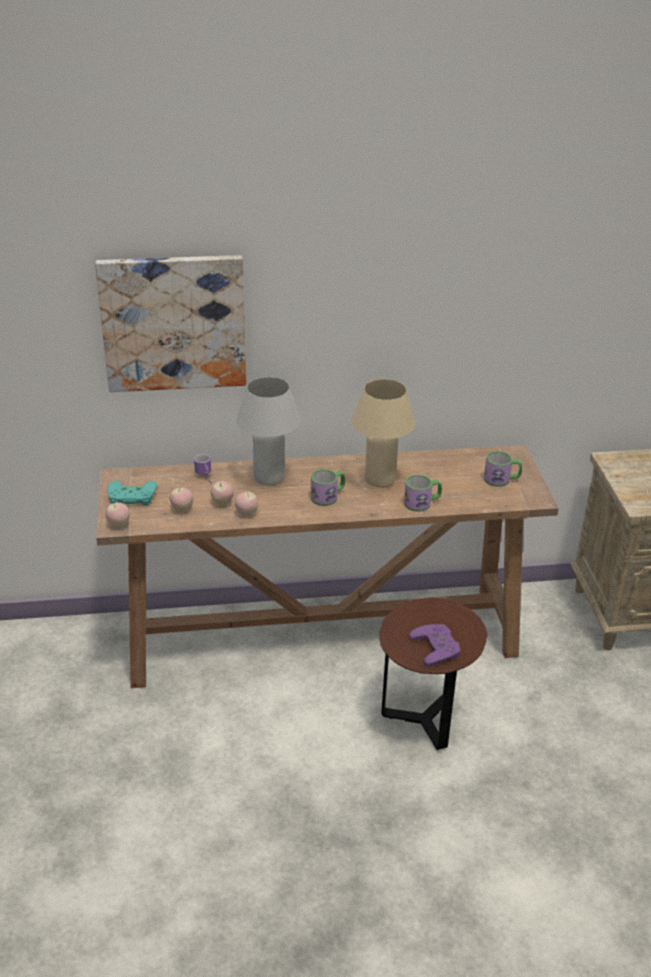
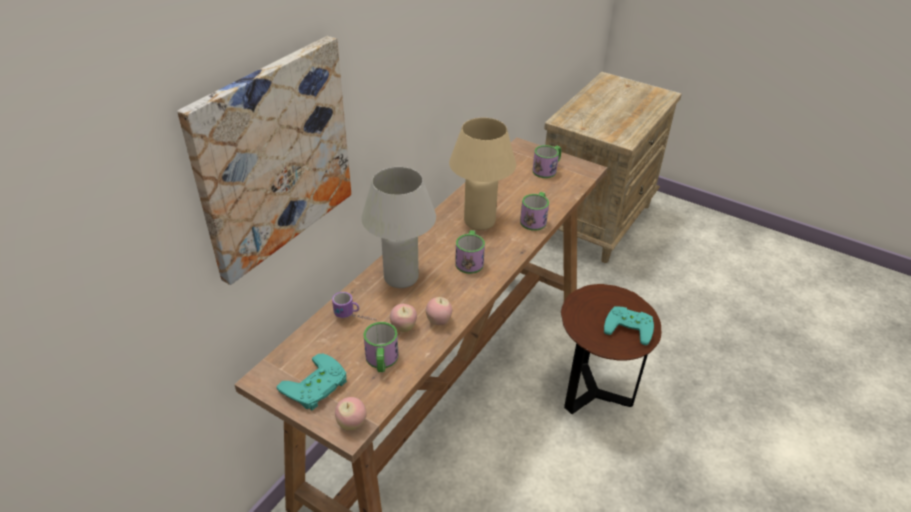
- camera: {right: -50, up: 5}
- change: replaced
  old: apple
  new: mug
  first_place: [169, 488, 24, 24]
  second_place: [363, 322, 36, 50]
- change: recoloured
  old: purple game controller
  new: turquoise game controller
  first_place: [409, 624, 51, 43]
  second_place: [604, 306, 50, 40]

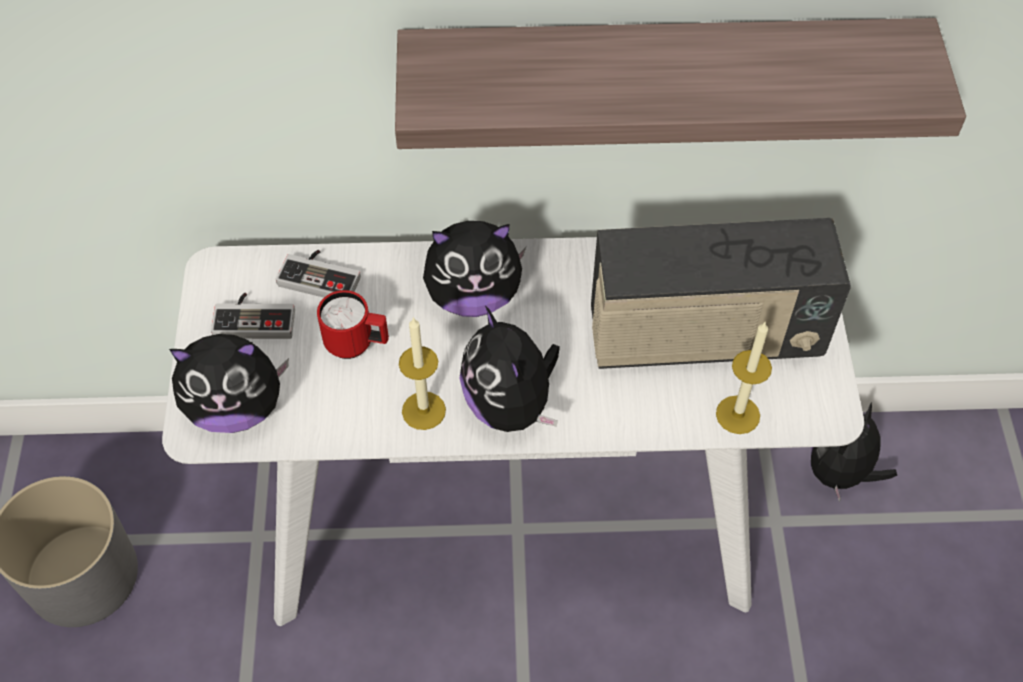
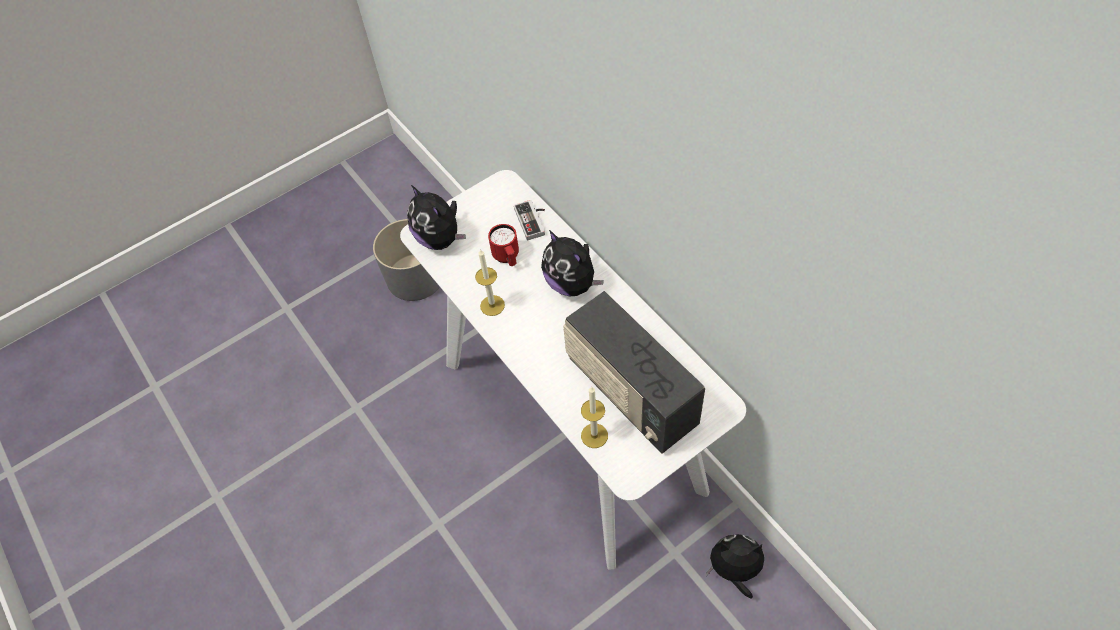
- camera: {right: 60, up: 0}
- change: removed
  old: game controller
  first_place: [211, 292, 84, 47]
- change: removed
  old: shelf
  first_place: [395, 18, 571, 131]
- change: removed
  old: plush toy
  first_place: [459, 306, 101, 126]

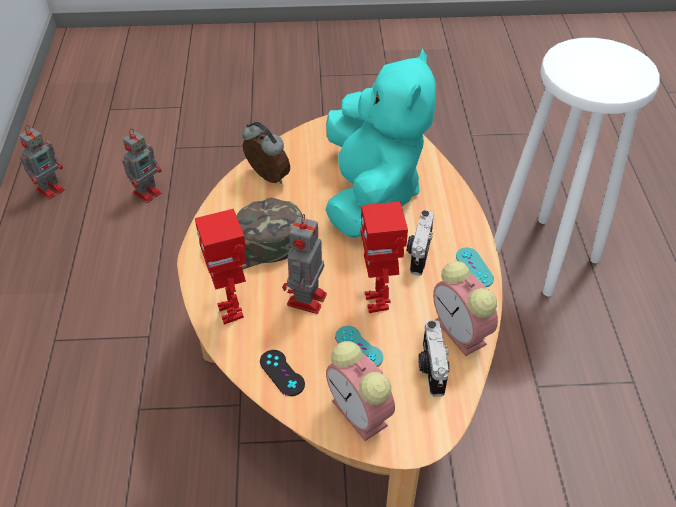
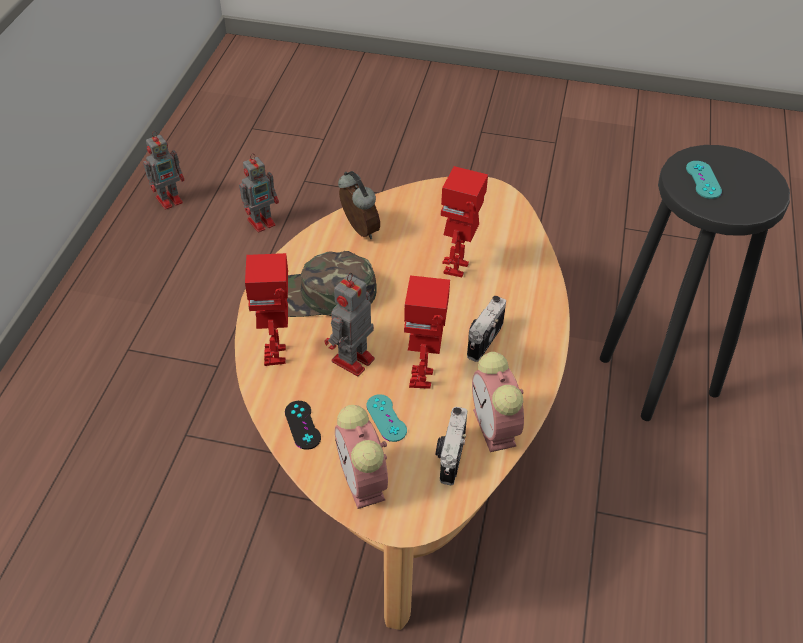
- camera: {right: 15, up: 0}
- change: moved
  old: turquoise game controller
  first_place: [456, 248, 38, 39]
  second_place: [686, 161, 36, 38]
- change: replaced
  old: turquoise plush toy
  new: toy robot
  first_place: [325, 49, 111, 189]
  second_place: [440, 166, 48, 111]
- change: recoloured
  old: white stool
  new: black stool
  first_place: [494, 38, 166, 259]
  second_place: [600, 145, 190, 276]

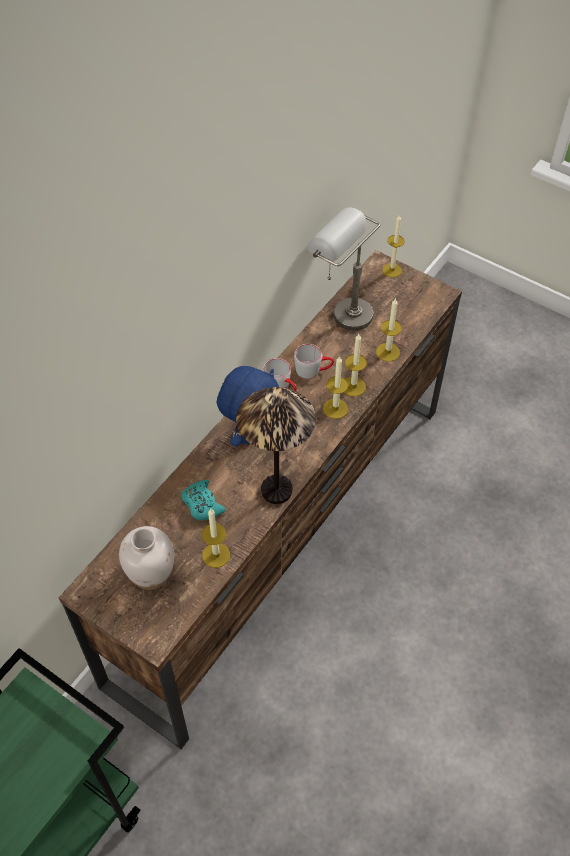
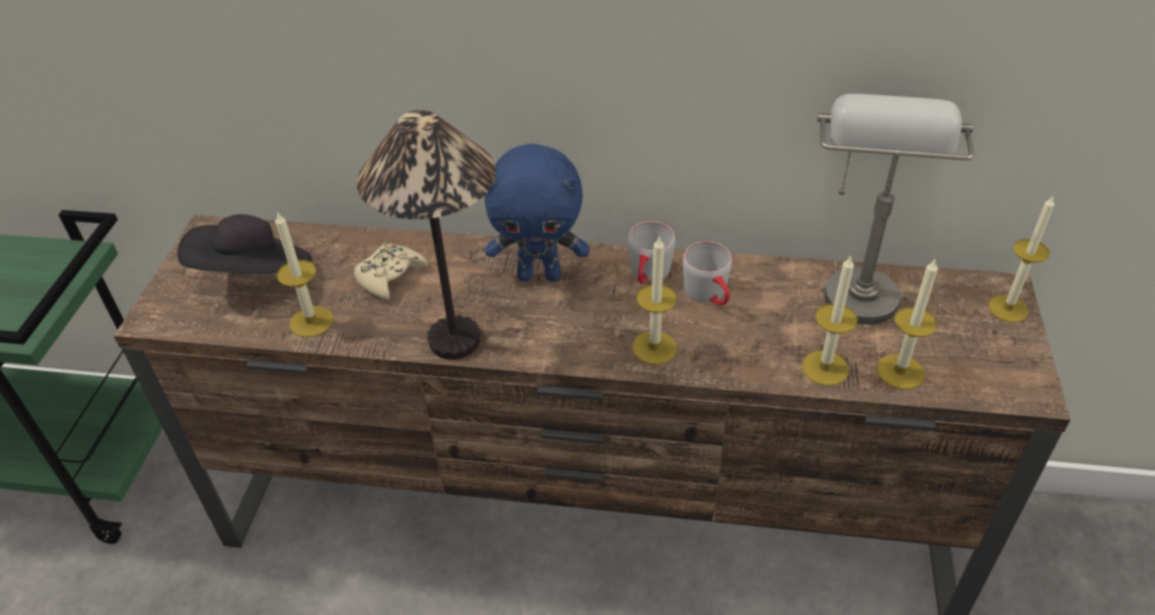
- camera: {right: 65, up: -10}
- change: moved
  old: candle
  first_place: [344, 334, 23, 63]
  second_place: [877, 259, 61, 130]
- change: replaced
  old: white vase
  new: black hat
  first_place: [119, 526, 55, 64]
  second_place: [177, 214, 135, 61]
- change: recoloured
  old: turquoise game controller
  new: beige game controller
  first_place: [181, 480, 45, 41]
  second_place: [354, 244, 74, 56]

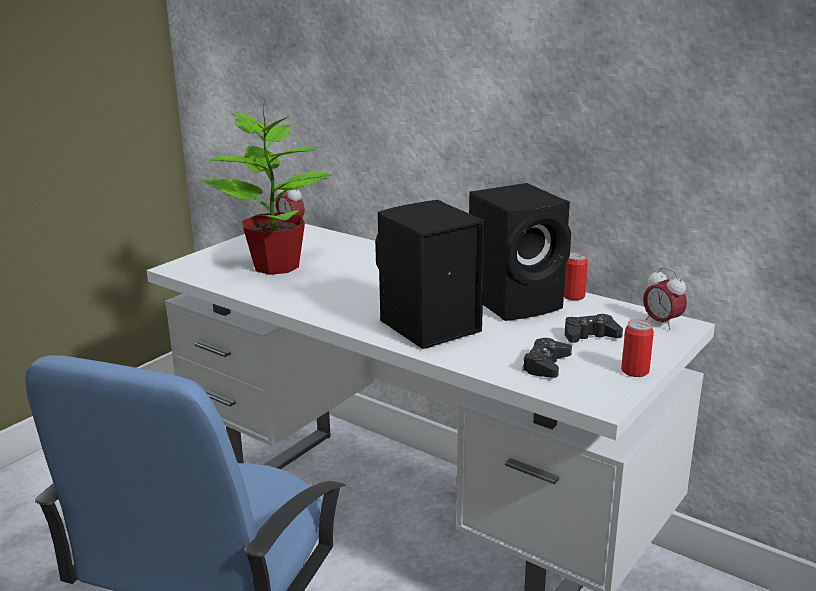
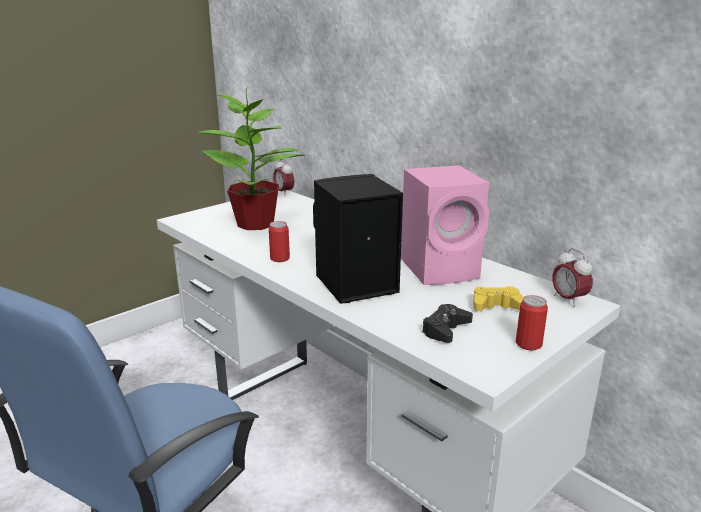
- camera: {right: 10, up: 0}
- change: moved
  old: can
  first_place: [564, 252, 24, 48]
  second_place: [269, 221, 21, 41]
- change: recoloured
  old: black speaker
  new: pink speaker
  first_place: [469, 183, 102, 138]
  second_place: [401, 165, 88, 120]
- change: recoloured
  old: black game controller
  new: yellow game controller
  first_place: [565, 314, 58, 29]
  second_place: [473, 287, 50, 24]

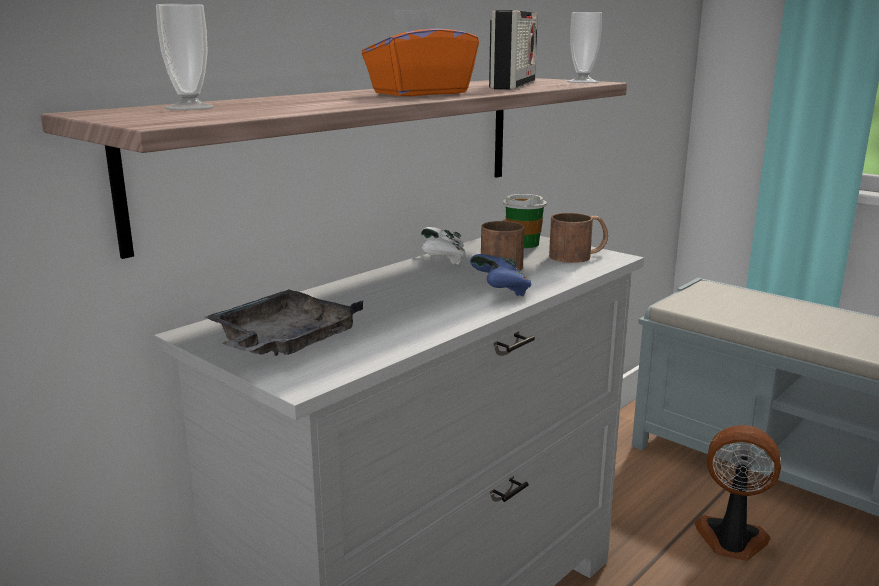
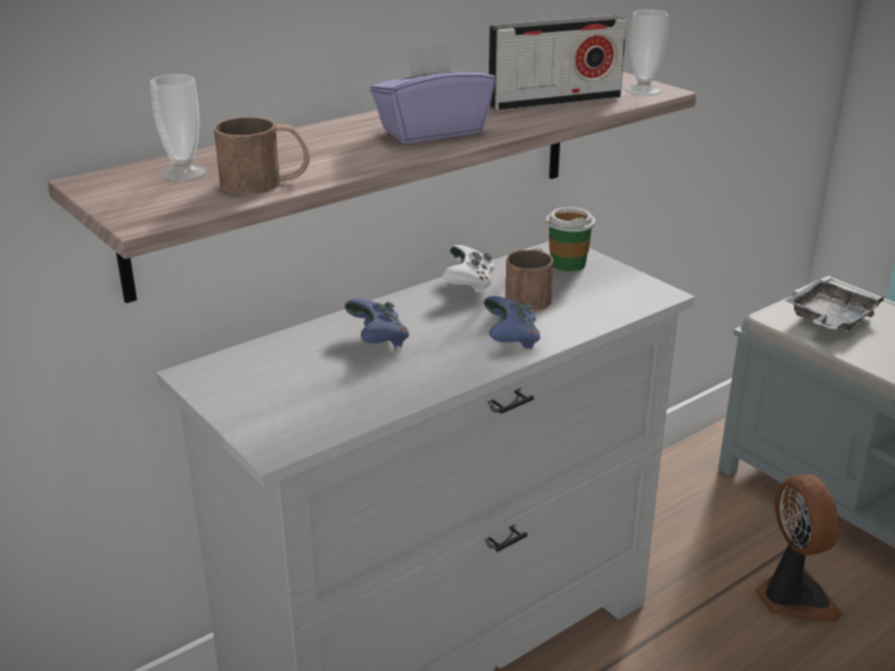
- camera: {right: 10, up: 10}
- change: added
  new: blue game controller
  second_place: [345, 299, 64, 48]
- change: moved
  old: grey tray
  first_place: [205, 290, 159, 66]
  second_place: [785, 280, 100, 51]
- change: moved
  old: brown mug
  first_place: [549, 213, 59, 50]
  second_place: [214, 117, 96, 78]
- change: recoloured
  old: orange tissue box
  new: purple tissue box
  first_place: [362, 9, 117, 87]
  second_place: [370, 42, 125, 101]
- change: turned
  old: radio
  first_place: [489, 10, 49, 80]
  second_place: [488, 15, 139, 96]
  degrees: 45
- change: turned
  old: fan
  first_place: [694, 425, 87, 136]
  second_place: [755, 474, 88, 148]
  degrees: 45

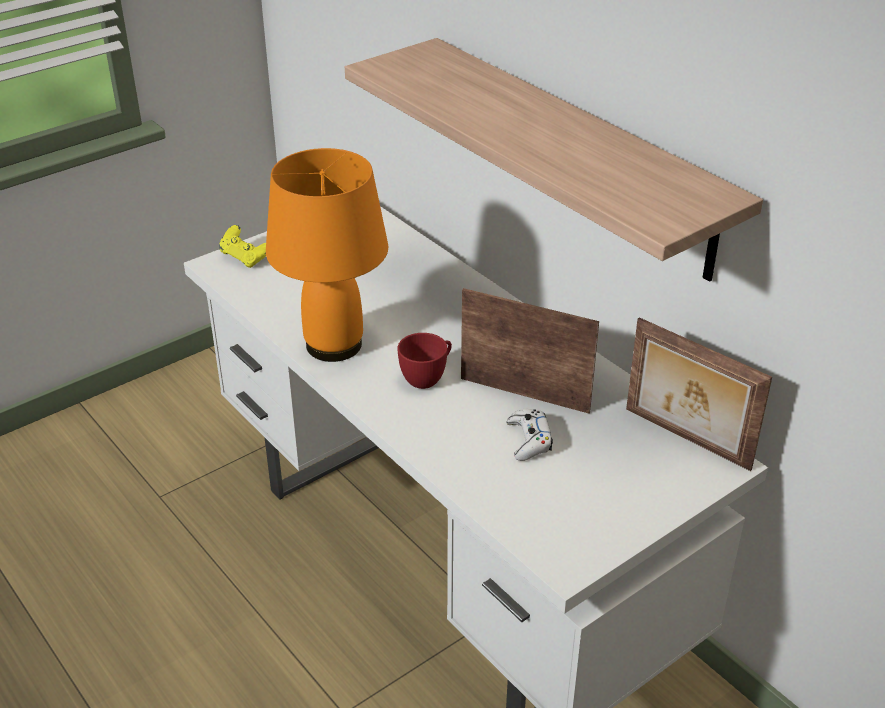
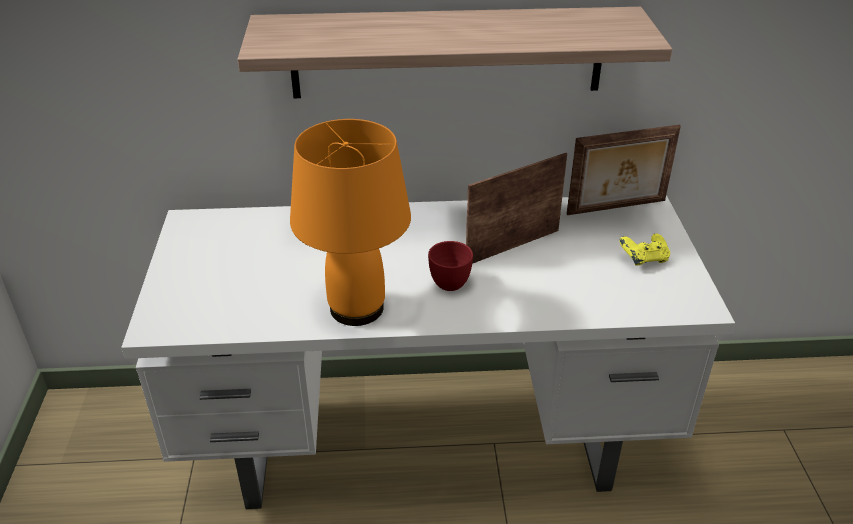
- camera: {right: -55, up: 0}
- change: removed
  old: white game controller
  first_place: [506, 409, 47, 52]
- change: moved
  old: yellow game controller
  first_place: [219, 225, 47, 43]
  second_place: [620, 233, 50, 33]

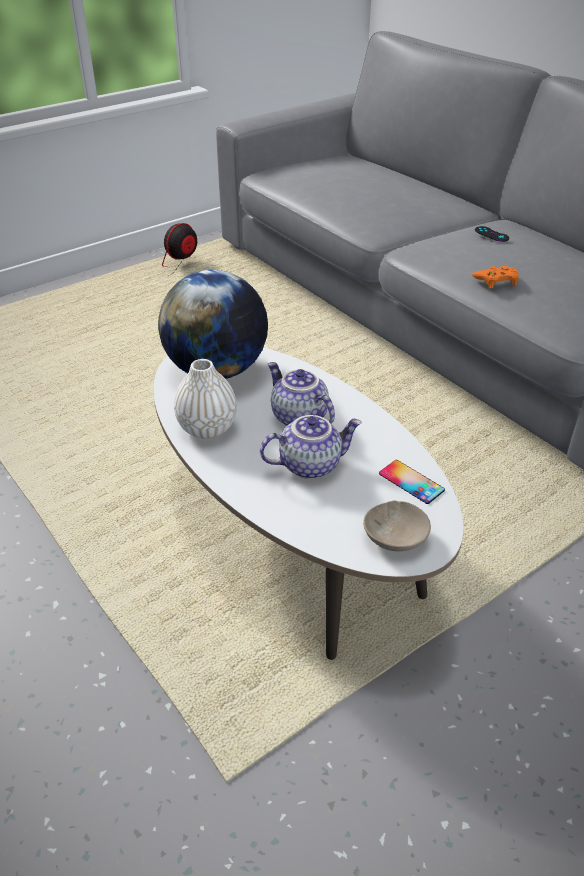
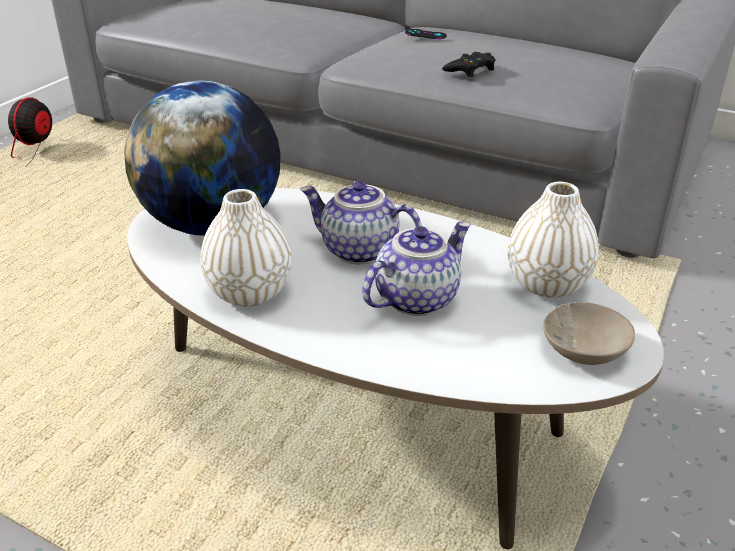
- camera: {right: -25, up: -5}
- change: replaced
  old: phone
  new: white vase
  first_place: [379, 460, 66, 44]
  second_place: [508, 182, 91, 116]
- change: recoloured
  old: orange game controller
  new: black game controller
  first_place: [472, 266, 47, 22]
  second_place: [442, 52, 53, 25]

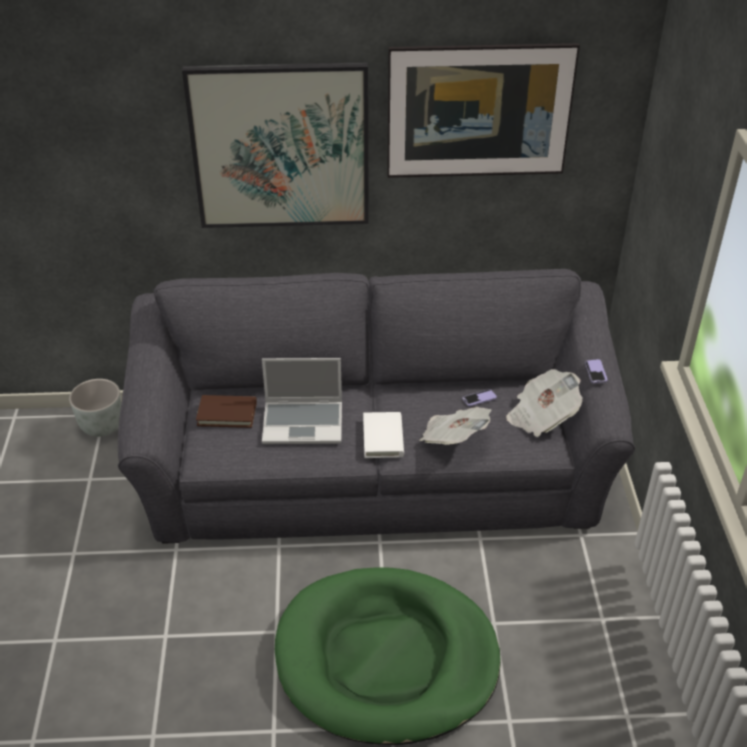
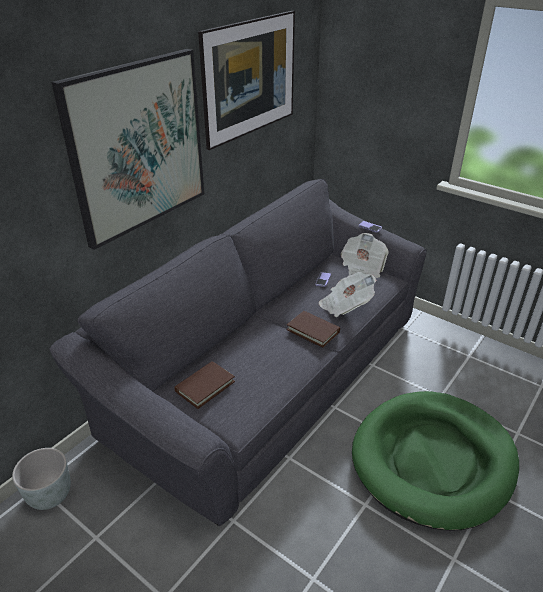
- camera: {right: -50, up: -5}
- change: removed
  old: laptop
  first_place: [262, 358, 80, 86]
- change: recoloured
  old: white book
  new: brown book
  first_place: [363, 412, 41, 46]
  second_place: [287, 311, 53, 37]

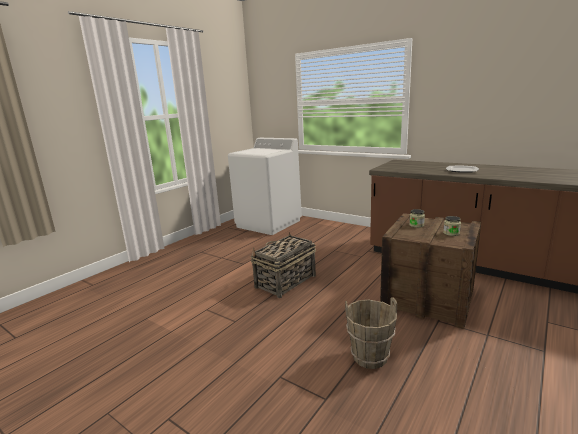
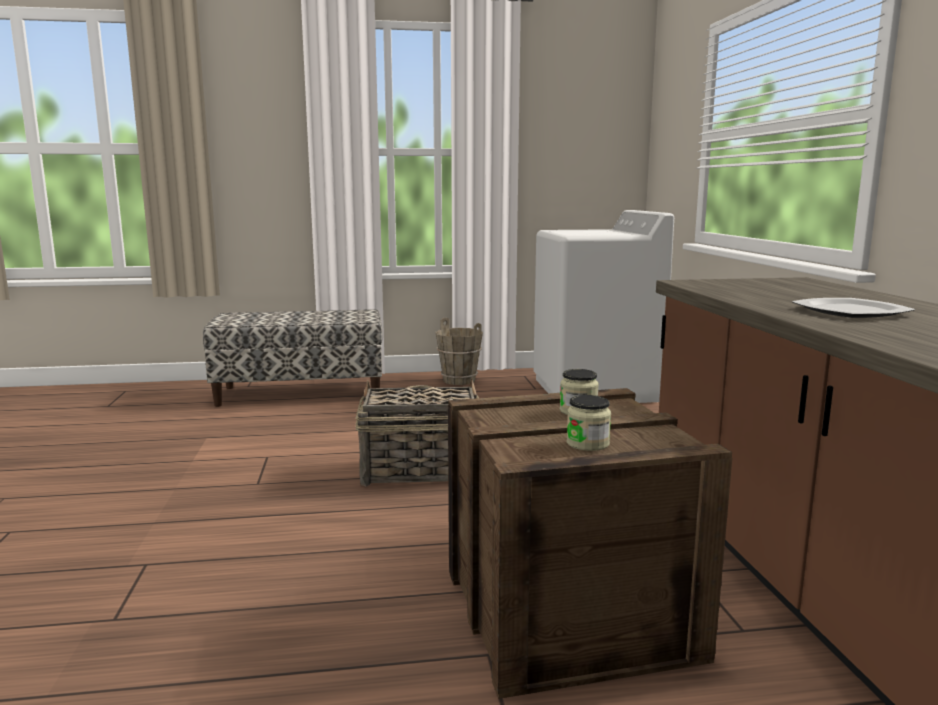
- camera: {right: 45, up: -5}
- change: added
  new: bench
  second_place: [203, 309, 180, 98]
- change: moved
  old: brown bucket
  first_place: [345, 297, 52, 72]
  second_place: [435, 318, 48, 67]

